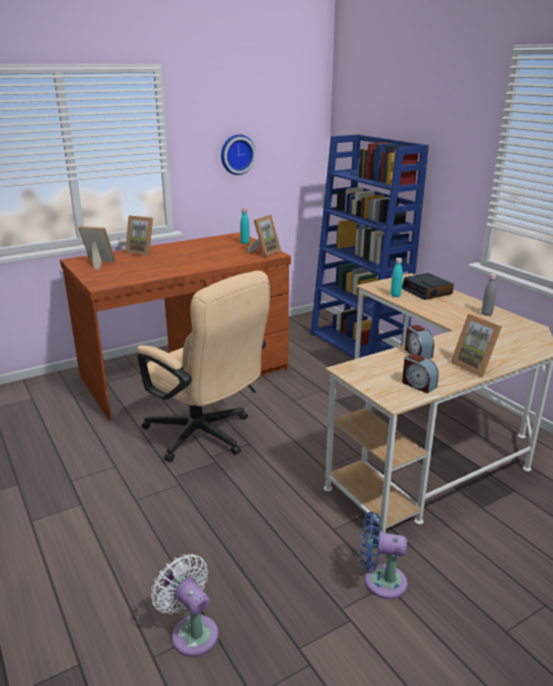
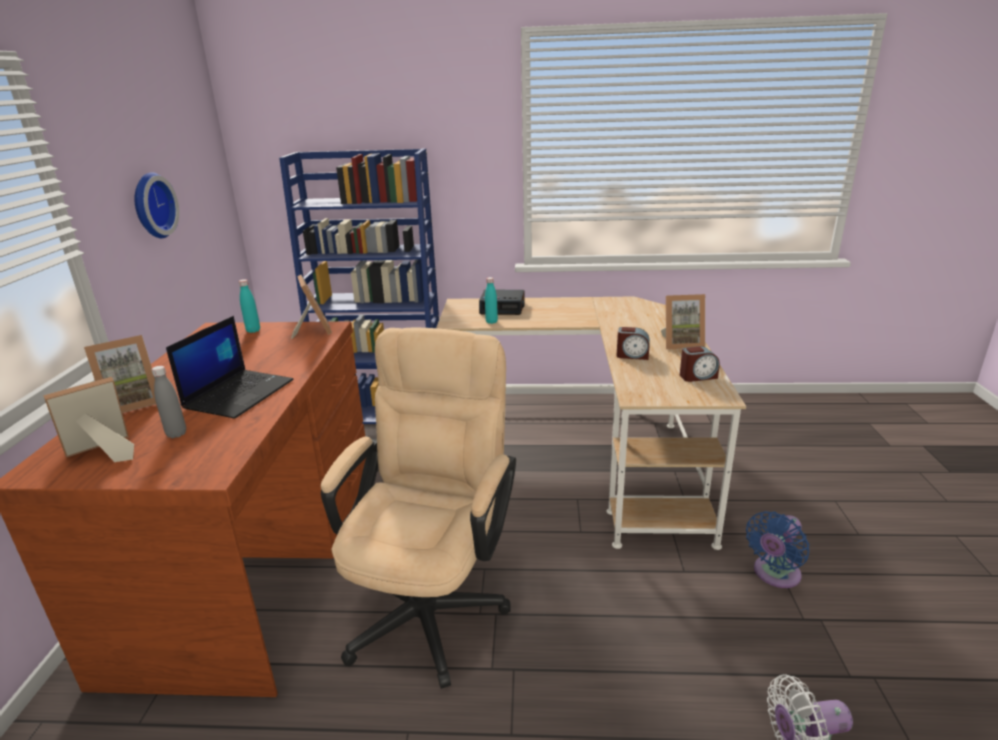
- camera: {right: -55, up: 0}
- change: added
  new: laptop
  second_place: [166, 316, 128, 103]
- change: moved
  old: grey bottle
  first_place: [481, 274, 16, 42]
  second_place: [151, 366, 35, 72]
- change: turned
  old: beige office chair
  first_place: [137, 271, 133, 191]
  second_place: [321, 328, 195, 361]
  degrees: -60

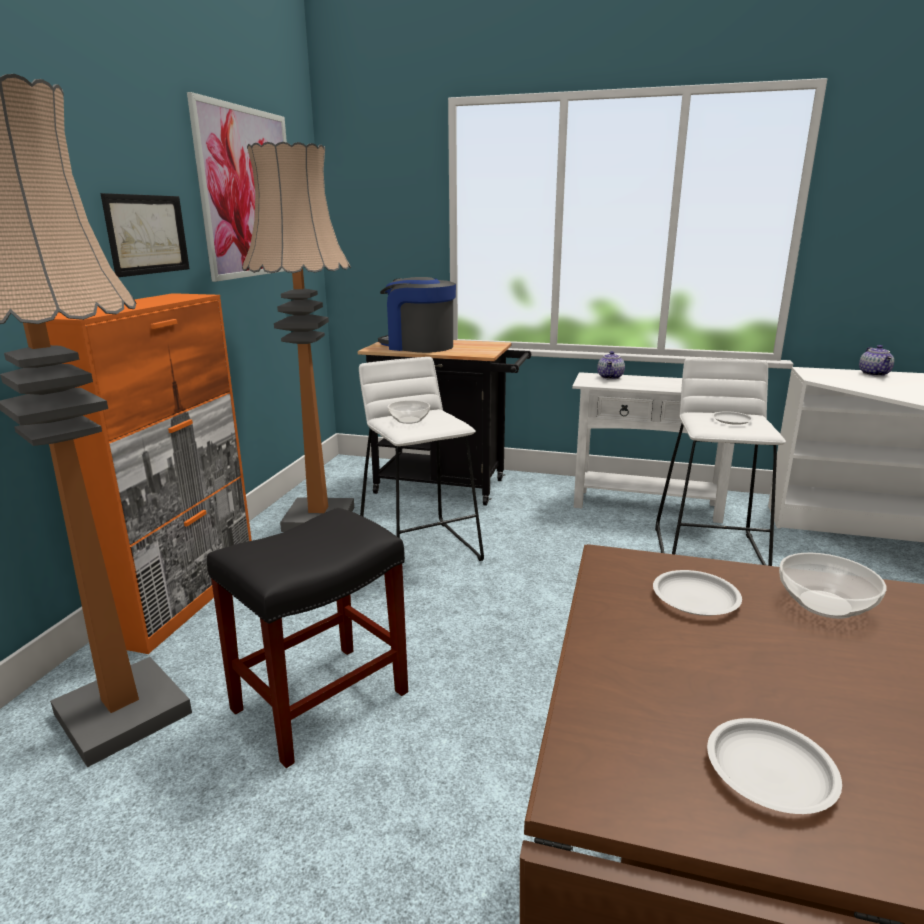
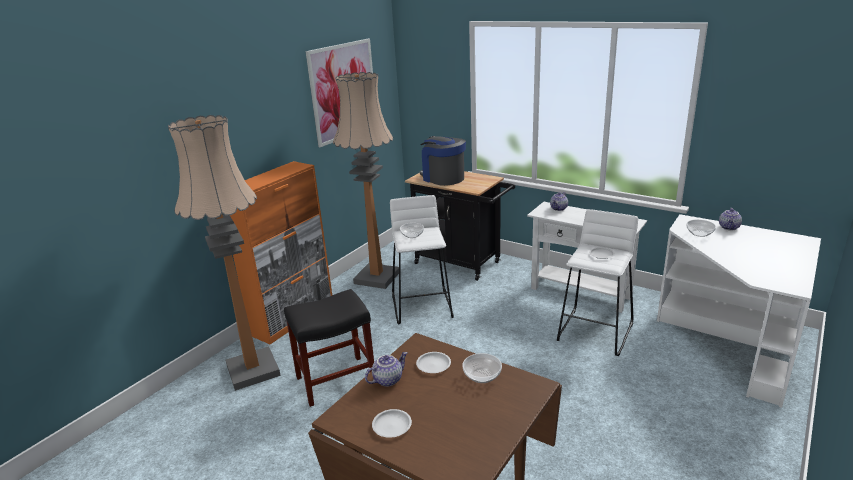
- camera: {right: 20, up: 5}
- change: removed
  old: picture
  first_place: [101, 193, 88, 84]
- change: added
  new: teapot
  second_place: [365, 352, 42, 35]
- change: added
  new: bowl
  second_place: [686, 219, 30, 18]

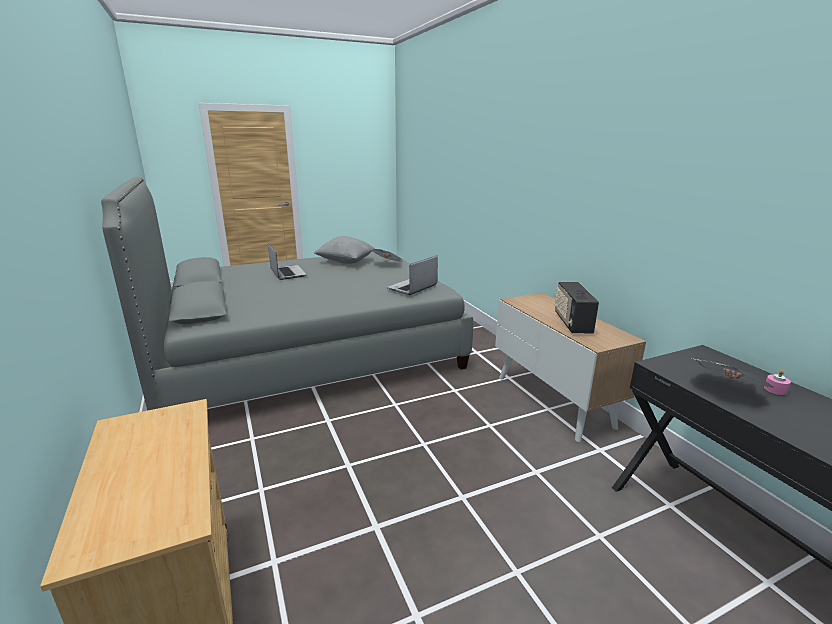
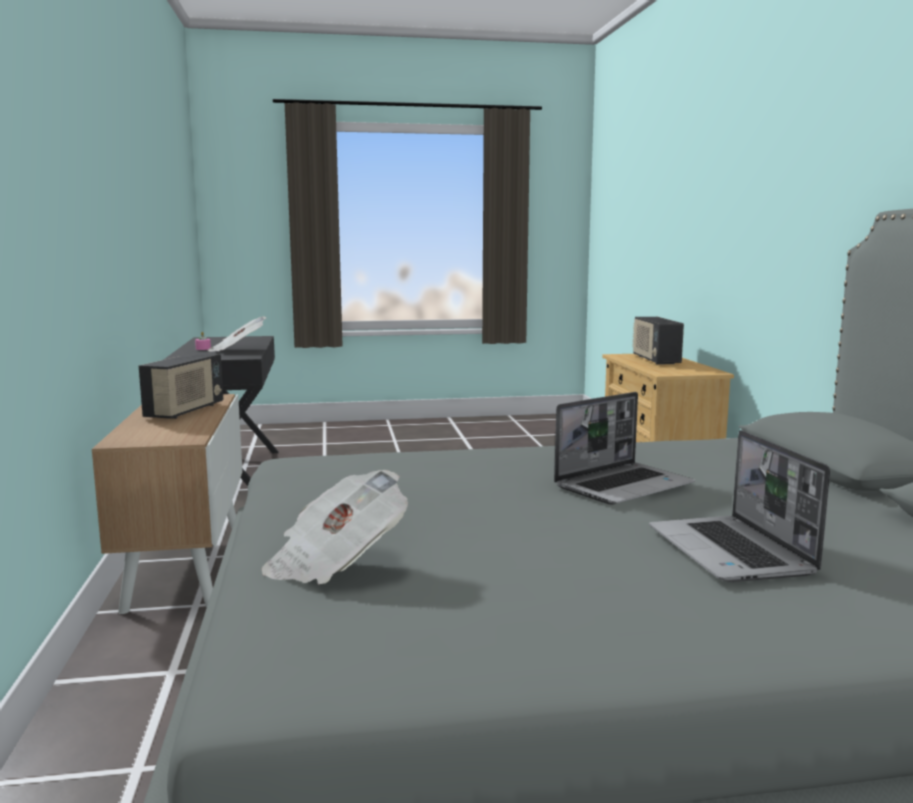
- camera: {right: -165, up: -10}
- change: removed
  old: grey pillow
  first_place: [314, 236, 61, 28]
- change: added
  new: radio
  second_place: [632, 317, 52, 48]
- change: moved
  old: laptop
  first_place: [387, 255, 51, 40]
  second_place: [554, 392, 141, 113]

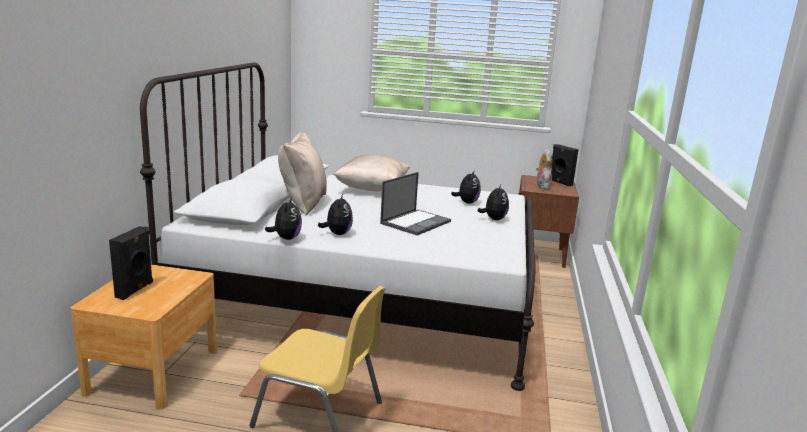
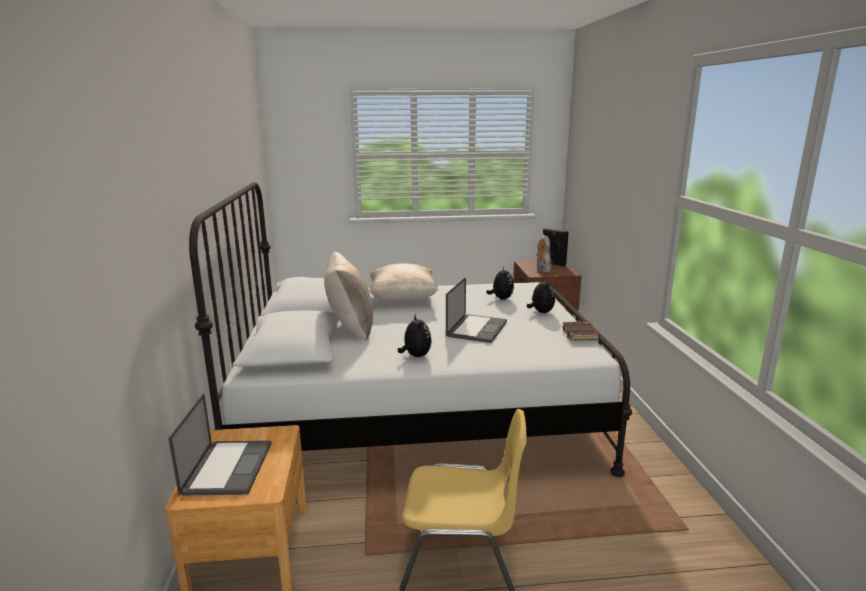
- camera: {right: -15, up: 0}
- change: removed
  old: plush toy
  first_place: [265, 197, 37, 43]
- change: added
  new: brown book
  second_place: [562, 322, 38, 18]
- change: replaced
  old: black speaker
  new: laptop
  first_place: [109, 226, 44, 74]
  second_place: [168, 393, 103, 103]

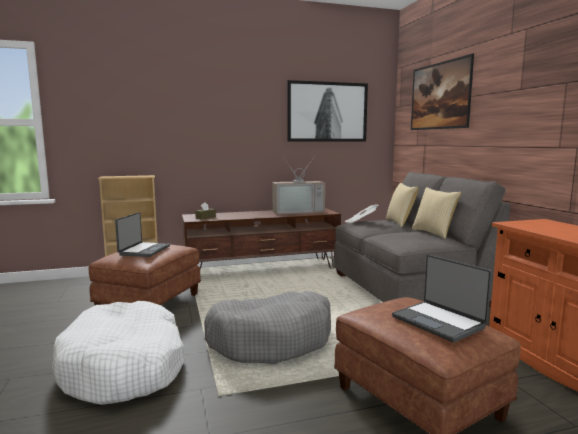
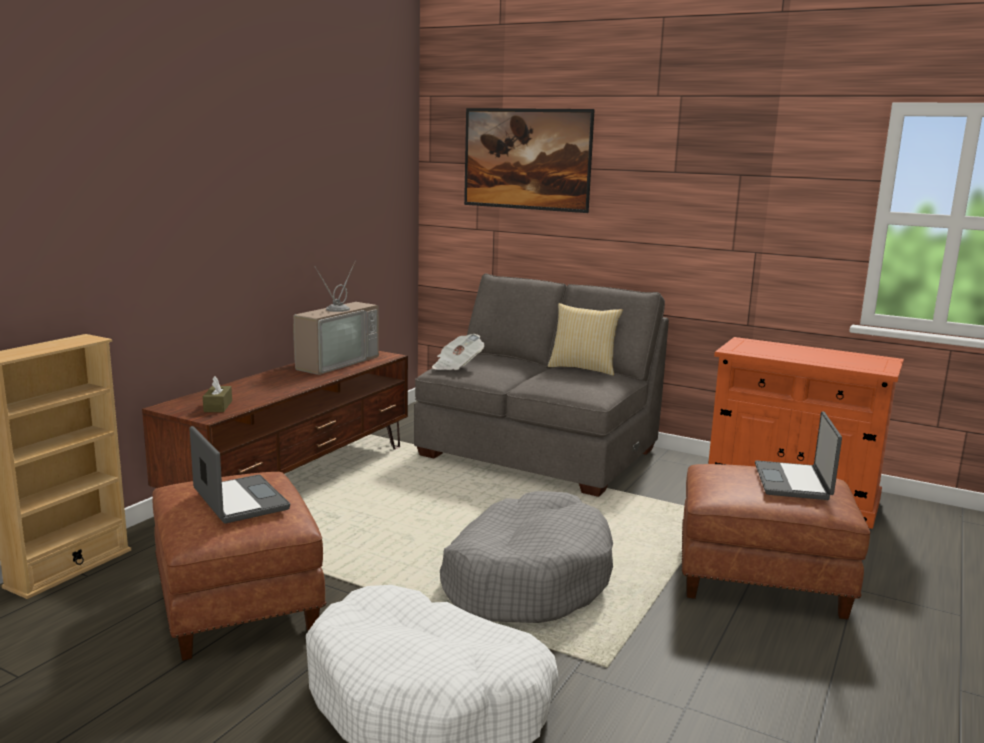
- camera: {right: -45, up: 5}
- change: removed
  old: picture
  first_place: [287, 80, 81, 62]
- change: removed
  old: pillow
  first_place: [386, 183, 32, 44]
- change: turned
  old: laptop
  first_place: [392, 255, 100, 87]
  second_place: [755, 411, 87, 89]
  degrees: 90

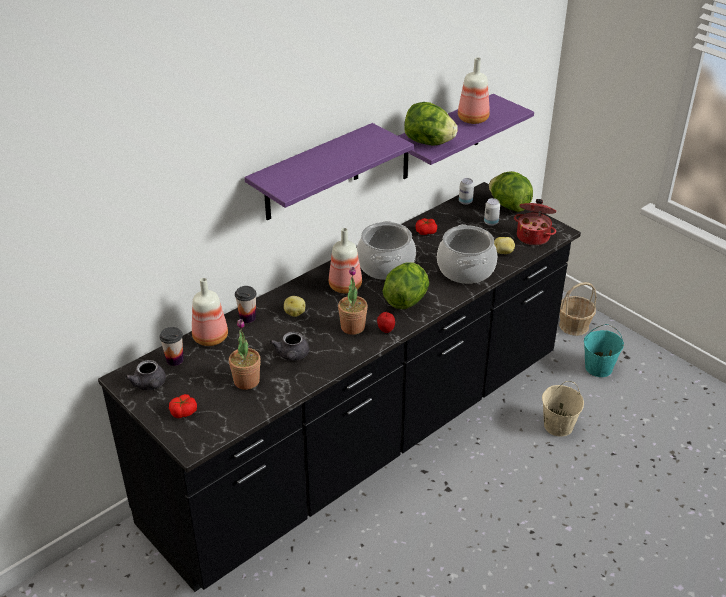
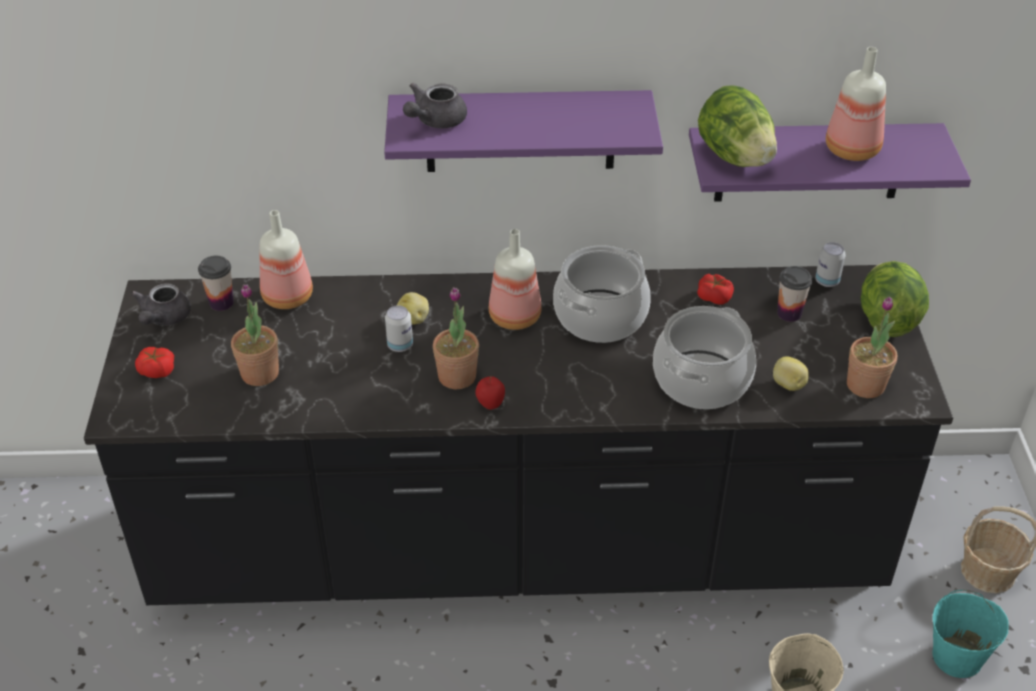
- camera: {right: 40, up: 5}
- change: removed
  old: lettuce
  first_place: [383, 262, 46, 47]
- change: moved
  old: cup
  first_place: [235, 286, 21, 37]
  second_place: [777, 266, 36, 56]
- change: moved
  old: grey teapot
  first_place: [270, 332, 39, 29]
  second_place: [403, 83, 64, 45]
- change: moved
  old: can
  first_place: [484, 198, 16, 28]
  second_place: [385, 305, 28, 47]
- change: replaced
  old: cooking pot
  new: potted plant
  first_place: [514, 199, 42, 46]
  second_place: [847, 297, 50, 101]

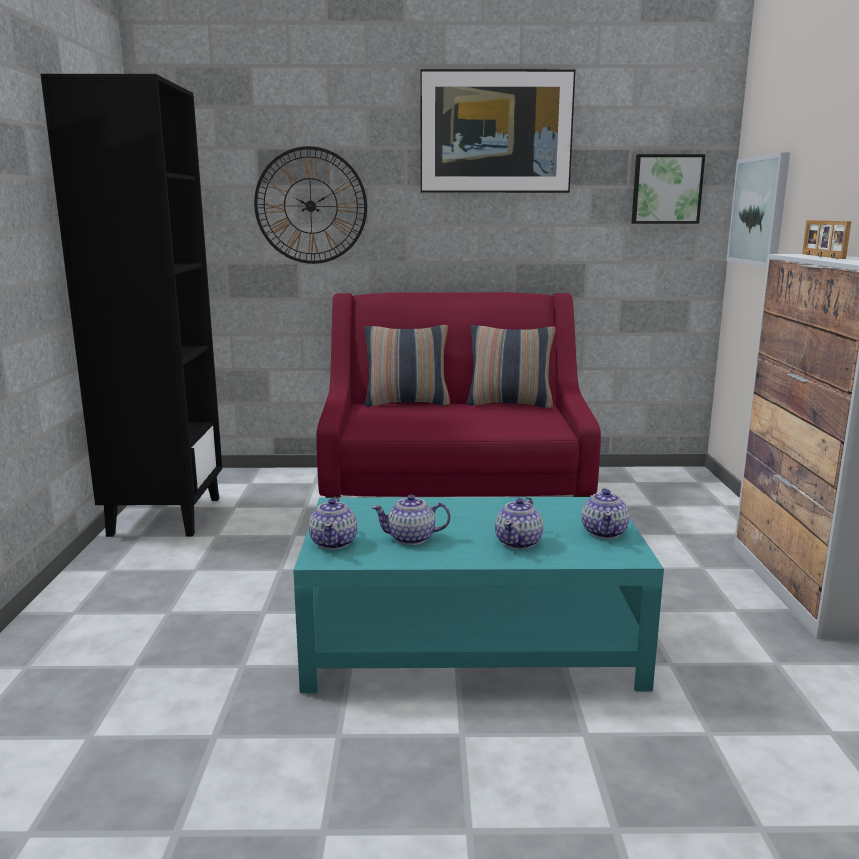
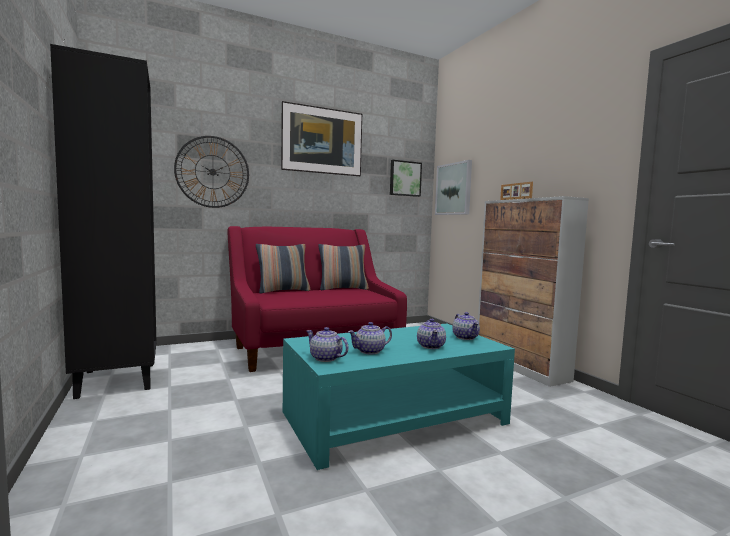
- camera: {right: -25, up: -10}
- change: turned
  old: teapot
  first_place: [309, 497, 48, 53]
  second_place: [306, 327, 43, 35]
  degrees: 150

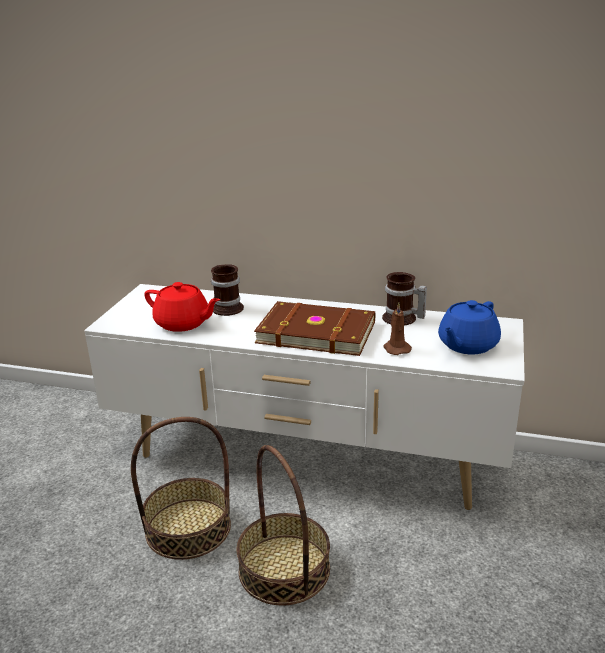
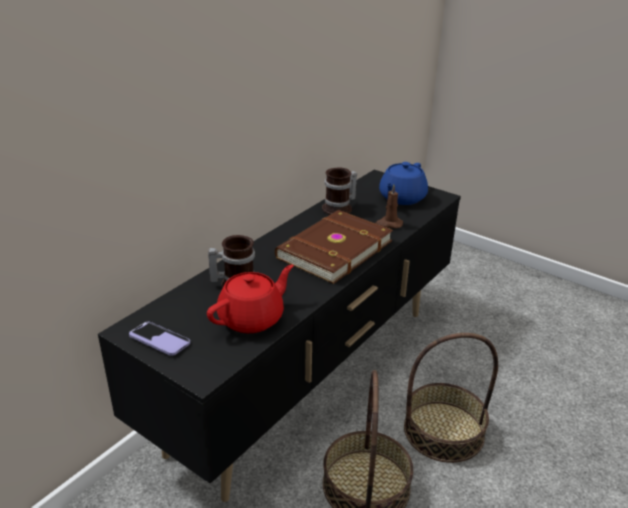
- camera: {right: -70, up: 5}
- change: added
  new: phone
  second_place: [129, 322, 61, 34]
- change: recoloured
  old: white tv stand
  new: black tv stand
  first_place: [84, 284, 441, 226]
  second_place: [98, 170, 363, 332]
- change: turned
  old: blue teapot
  first_place: [438, 300, 63, 54]
  second_place: [379, 162, 49, 43]
  degrees: 60

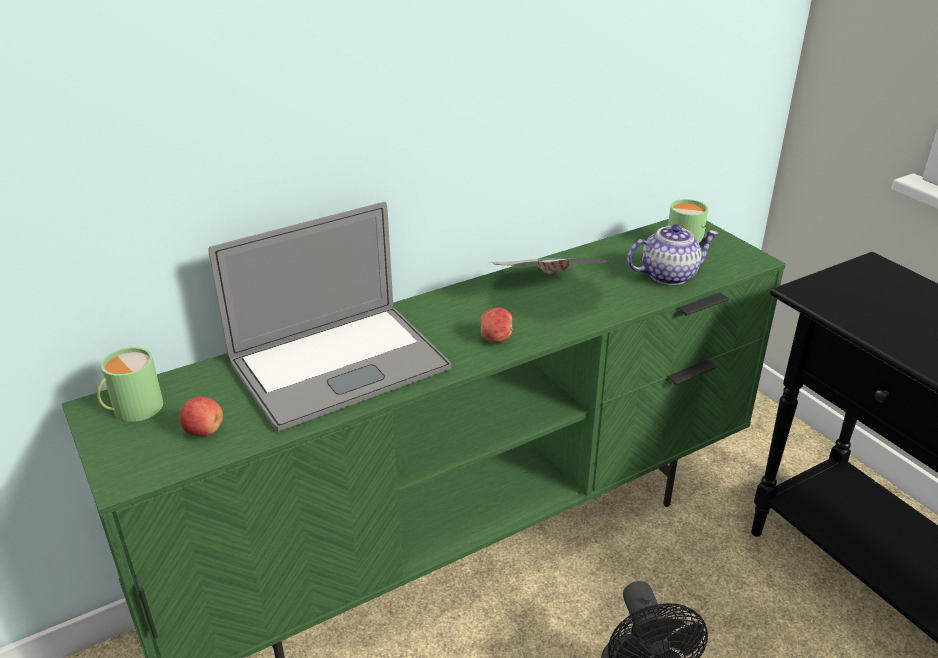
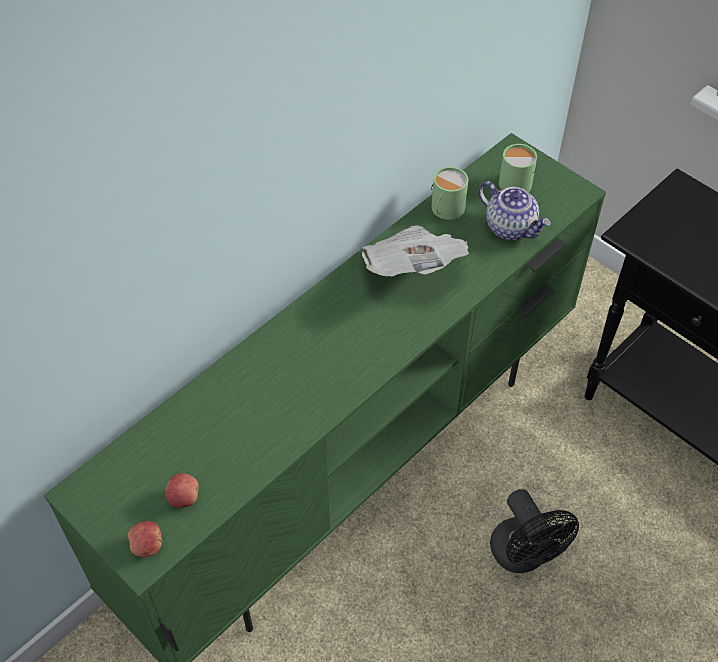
- camera: {right: -15, up: 20}
- change: removed
  old: laptop
  first_place: [209, 202, 242, 230]
- change: moved
  old: green mug
  first_place: [97, 347, 66, 75]
  second_place: [431, 167, 37, 53]
- change: moved
  old: apple
  first_place: [481, 308, 32, 35]
  second_place: [128, 521, 35, 36]
- change: turned
  old: teapot
  first_place: [627, 224, 92, 61]
  second_place: [478, 181, 73, 59]
  degrees: 75

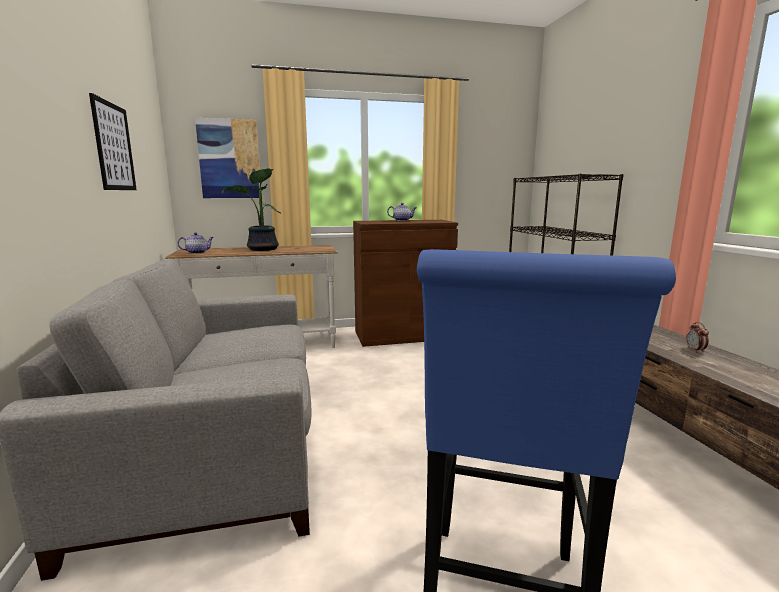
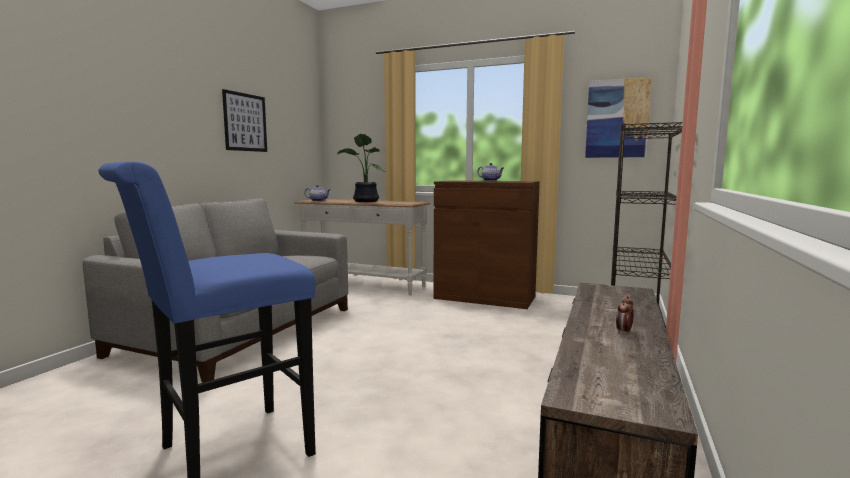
- camera: {right: 35, up: -5}
- change: moved
  old: picture
  first_place: [195, 118, 66, 80]
  second_place: [585, 77, 67, 81]

